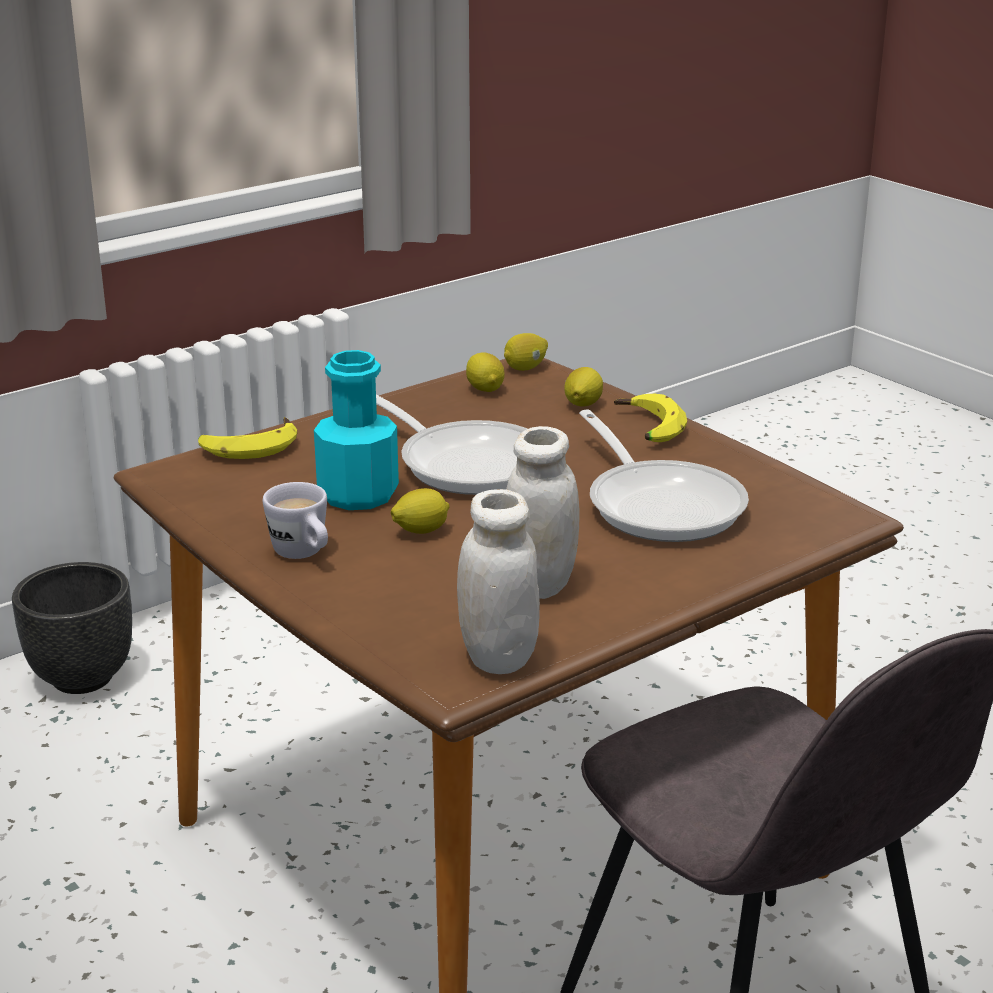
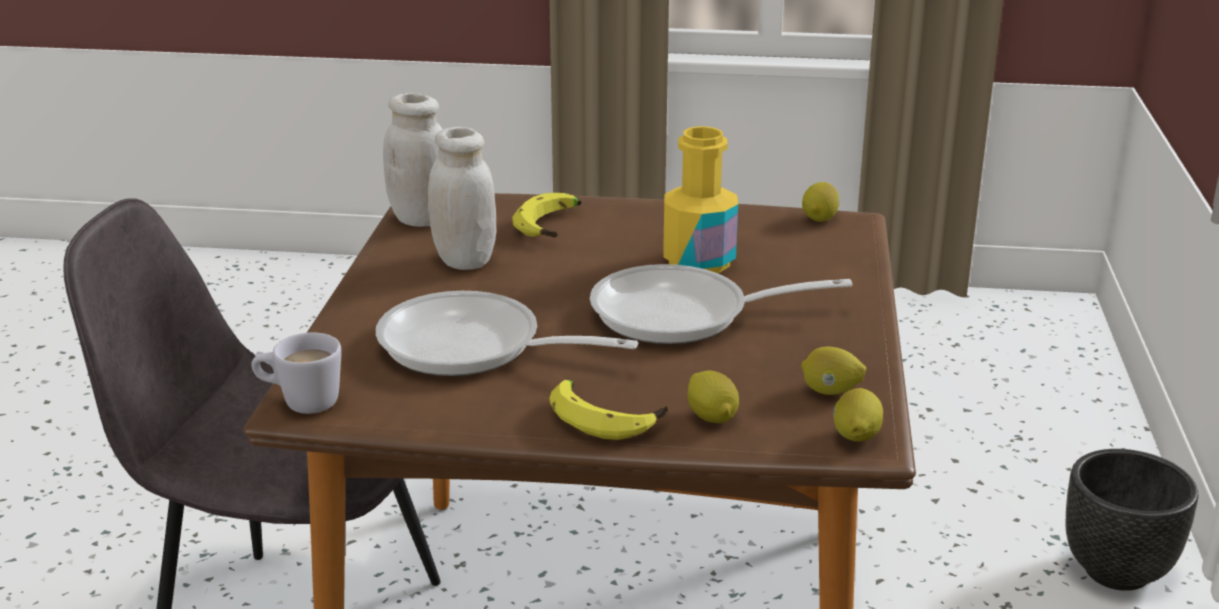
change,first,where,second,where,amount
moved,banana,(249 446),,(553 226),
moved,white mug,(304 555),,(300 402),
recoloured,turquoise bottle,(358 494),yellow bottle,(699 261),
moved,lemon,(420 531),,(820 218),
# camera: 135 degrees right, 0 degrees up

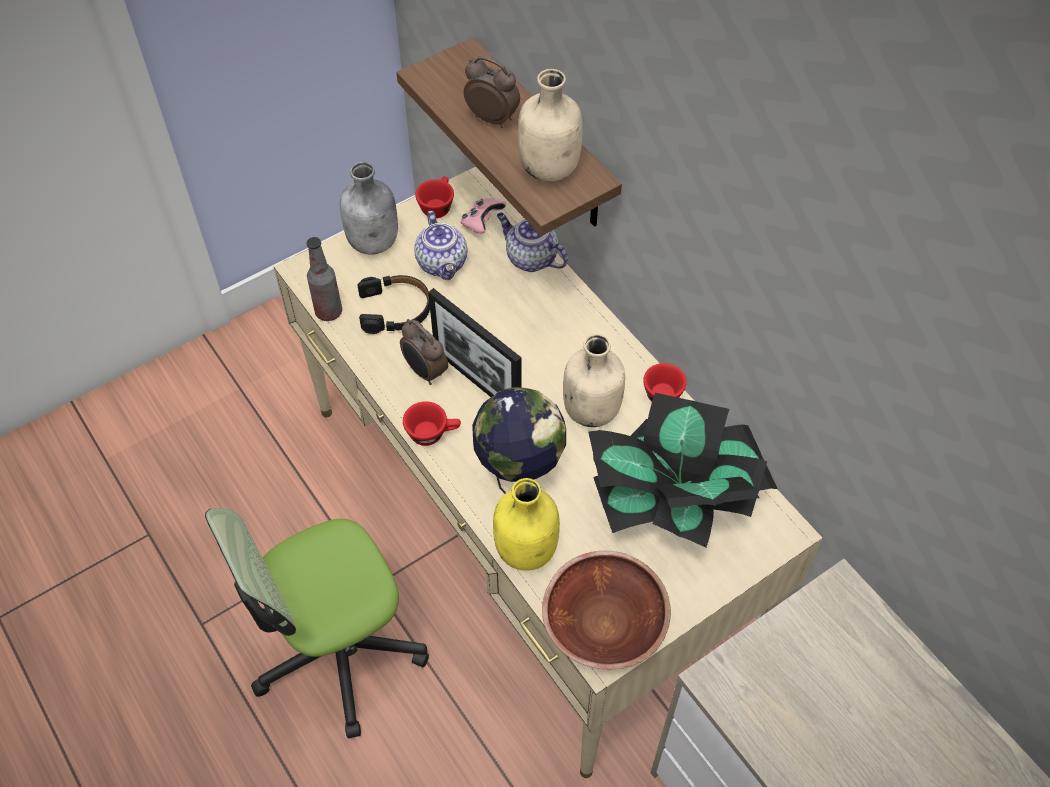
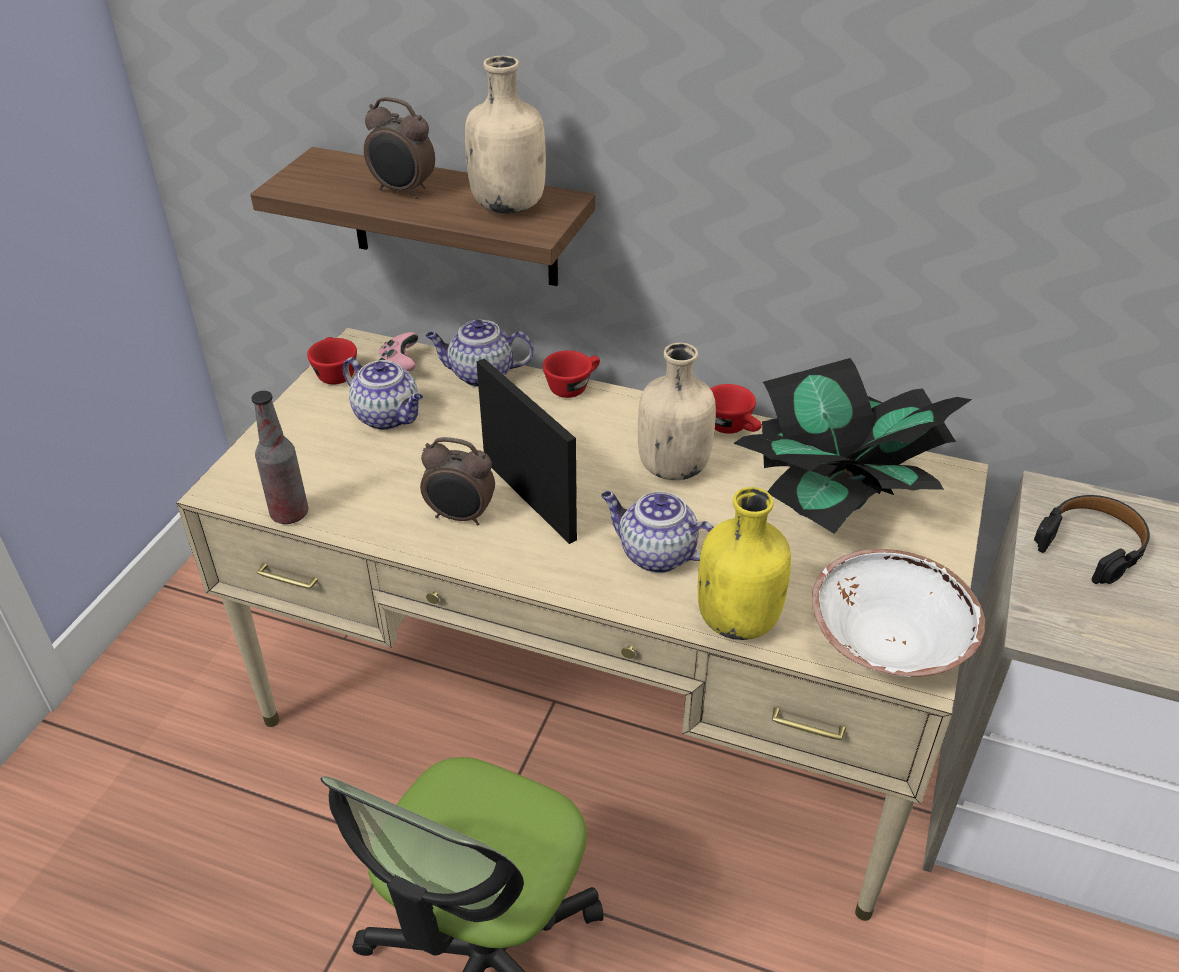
change,first,where,second,where,amount
removed,grey bottle,(374 242),,,
moved,black headphones,(395 310),,(1091 545),
moved,red cup,(433 433),,(573 386),
turned,picture frame,(477 382),,(528 499),135 degrees counterclockwise
turned,alarm clock,(492 118),,(403 191),150 degrees counterclockwise
replaced,globe,(519 471),teapot,(655 554),
recoloured,brown bowl,(605 623),white bowl,(887 642),
# camera: 35 degrees left, 15 degrees down

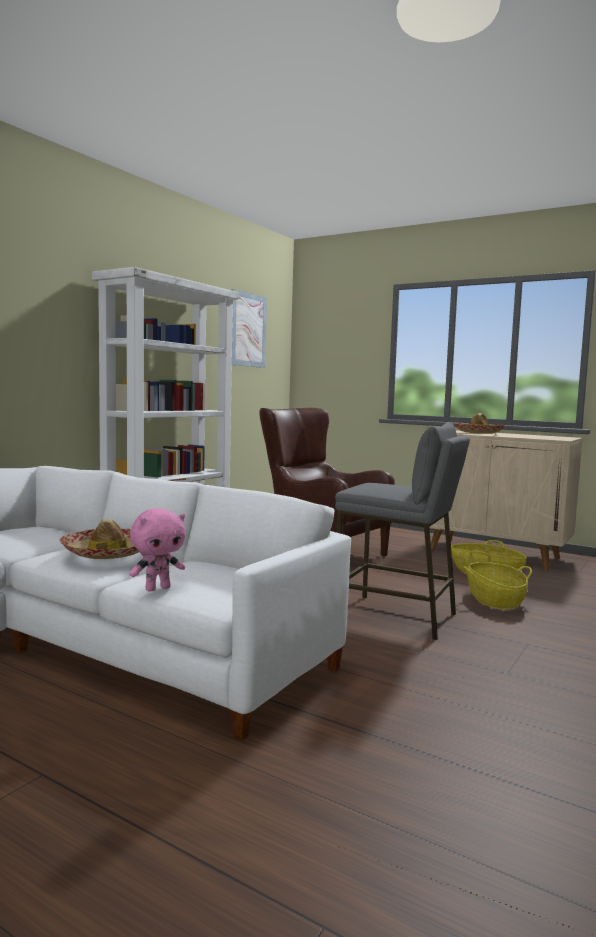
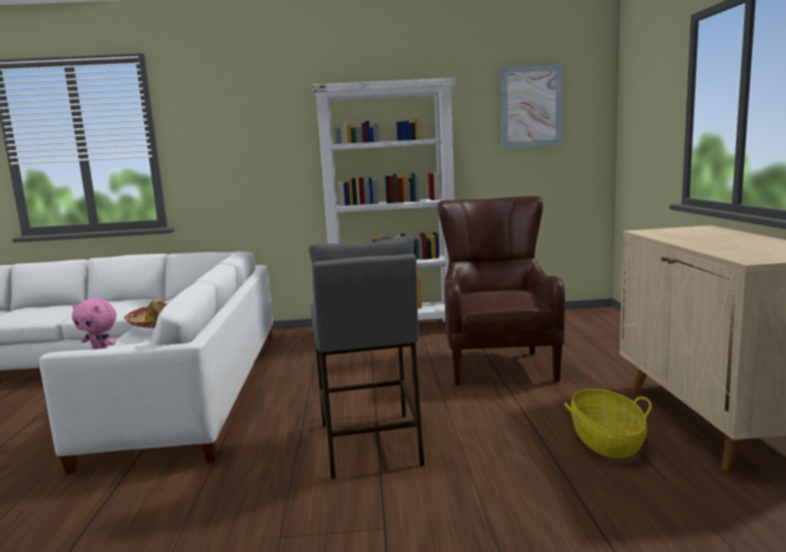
change,first,where,second,where,amount
removed,hat,(478 433),,,
removed,basket,(495 600),,,
# camera: 55 degrees right, 5 degrees up

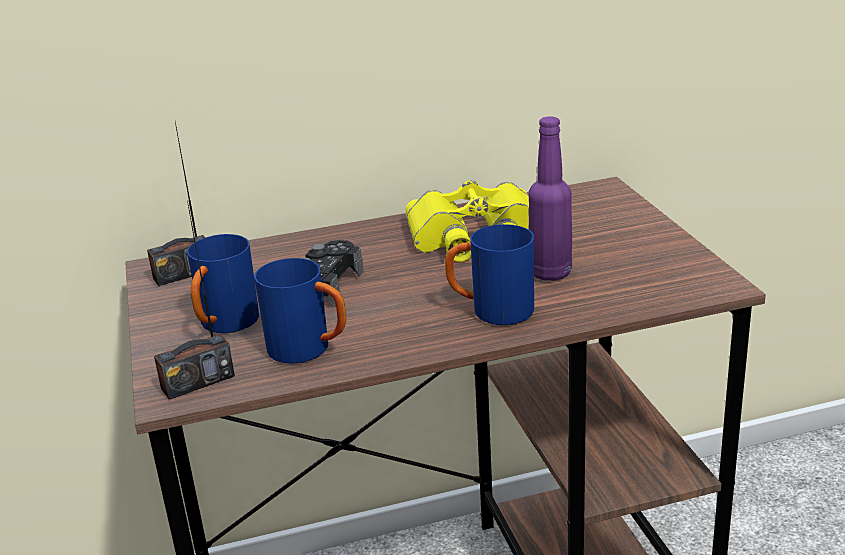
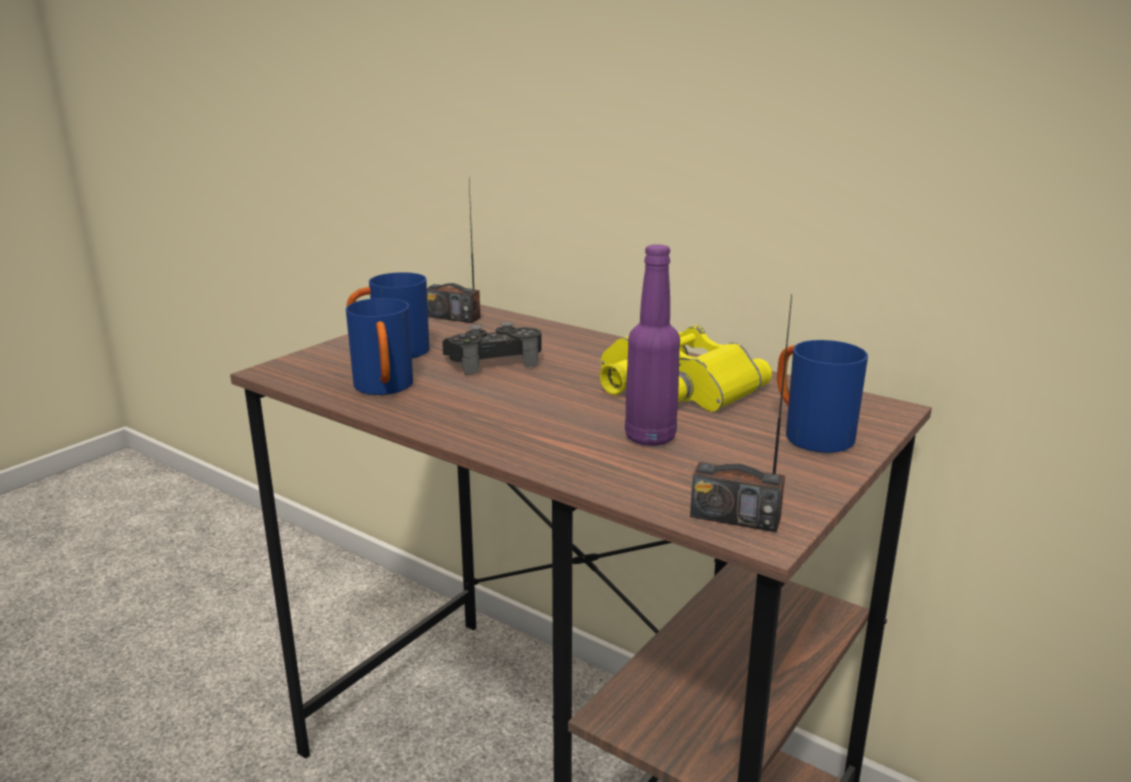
change,first,where,second,where,amount
moved,radio,(197 382),,(735 517),
moved,blue mug,(491 312),,(808 434),
# camera: 50 degrees right, 5 degrees down

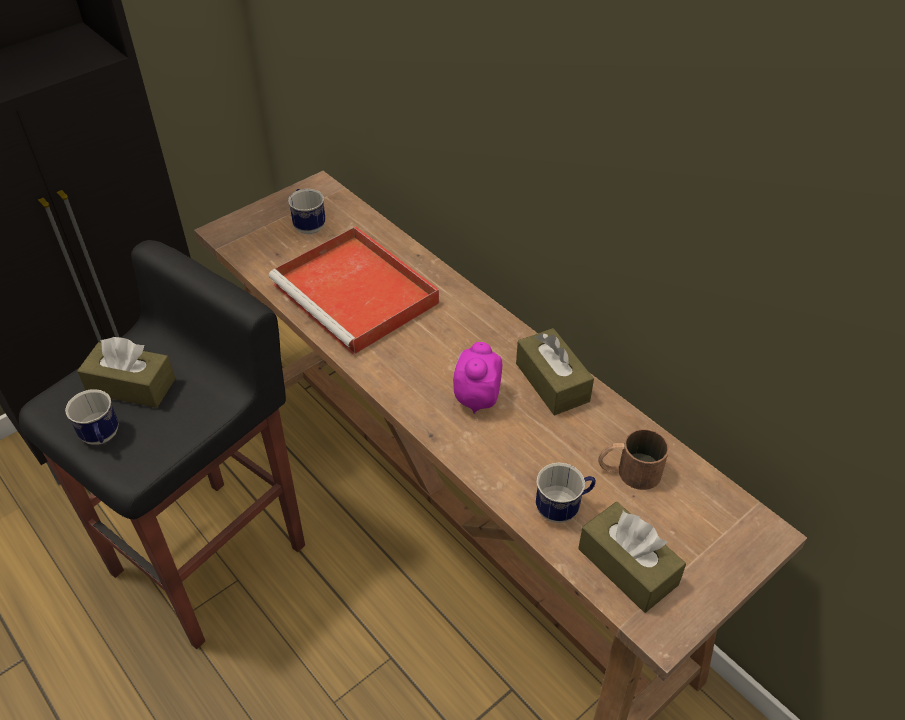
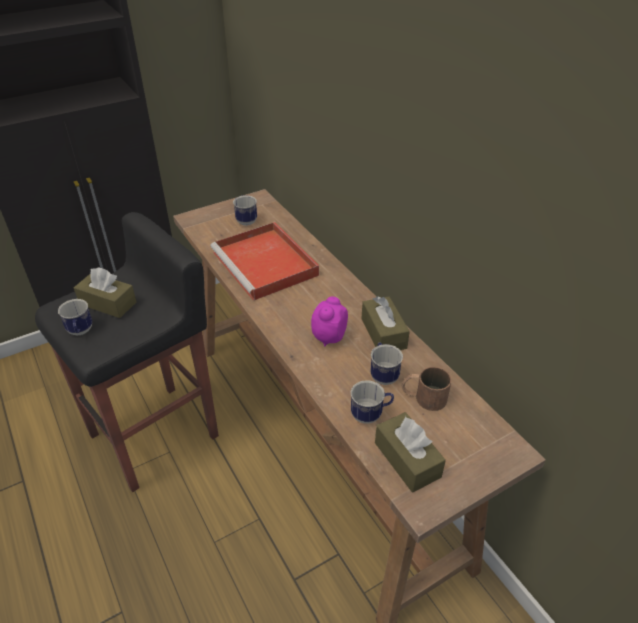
change,first,where,second,where,amount
added,,,mug,(383 374),
# camera: 10 degrees right, 5 degrees down

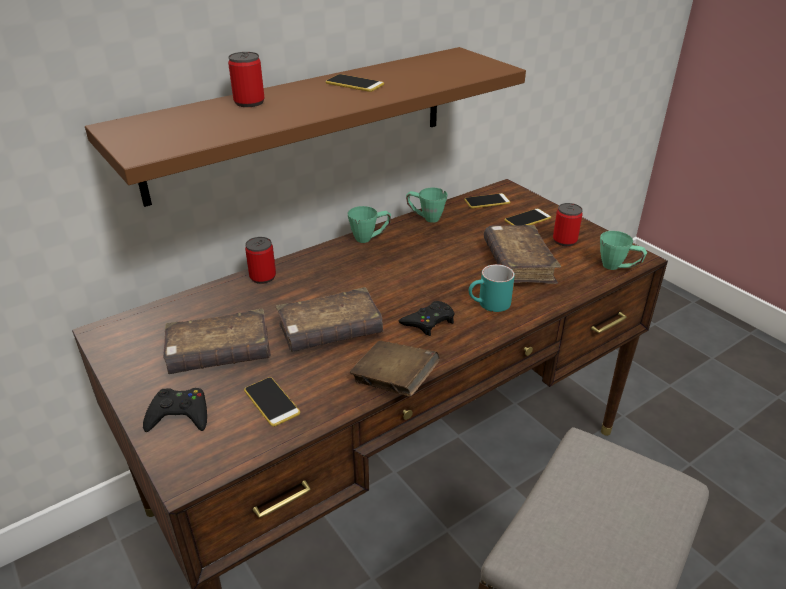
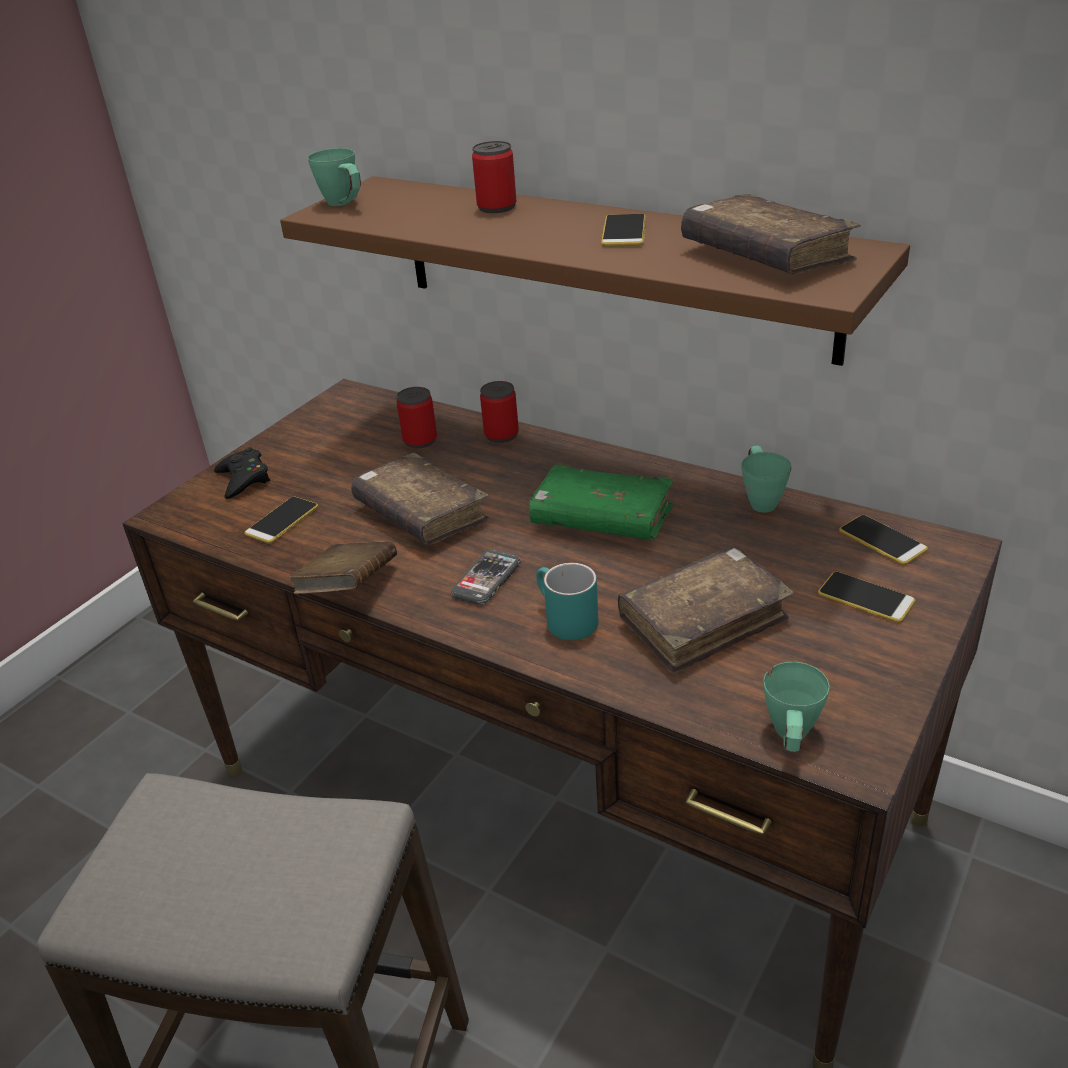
change,first,where,second,where,amount
moved,brown book,(219 353),,(765 256),
moved,green mug,(370 238),,(345 204),
replaced,black game controller,(429 322),phone,(486 579),
moved,can,(564 240),,(420 440),
added,,,green book,(601 519),
# camera: 70 degrees right, 0 degrees up

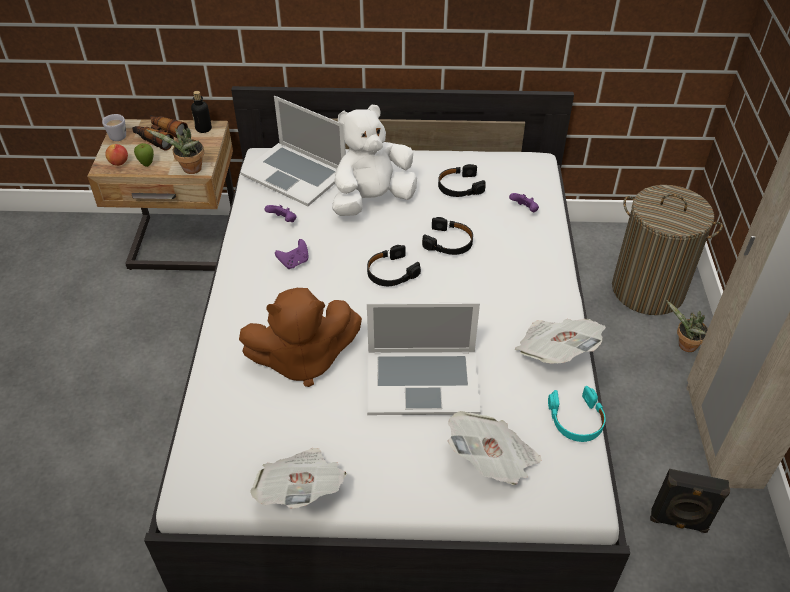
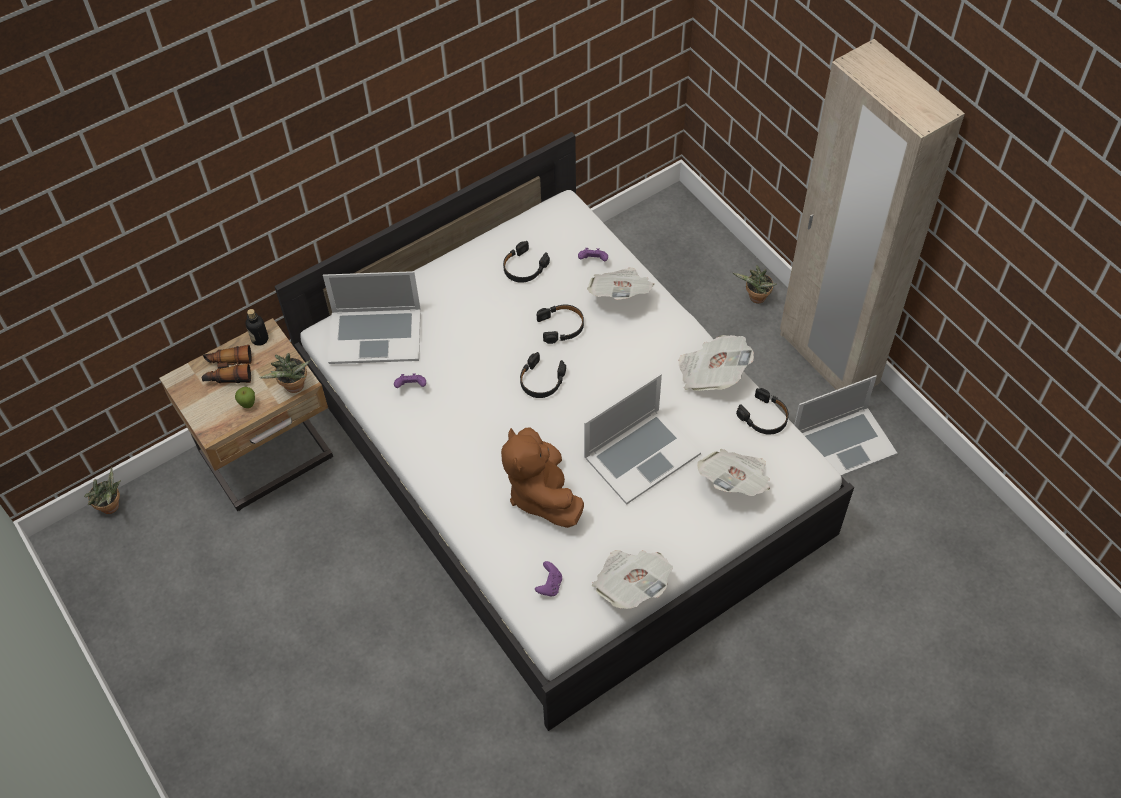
change,first,where,second,where,amount
removed,white mug,(115 135),,,
removed,apple,(119 163),,,
turned,brown plush toy,(303 360),,(541 494),120 degrees clockwise
moved,purple game controller,(294 262),,(549 585),
removed,white plush toy,(372 200),,,
recoloured,turquoise headphones,(576 420),black headphones,(764 417),
removed,laundry basket,(648 289),,,
replaced,black speaker,(678 522),laptop,(843 444),
added,,,potted plant,(112 507),
added,,,newspaper,(620 294),
# camera: 35 degrees left, 10 degrees up

